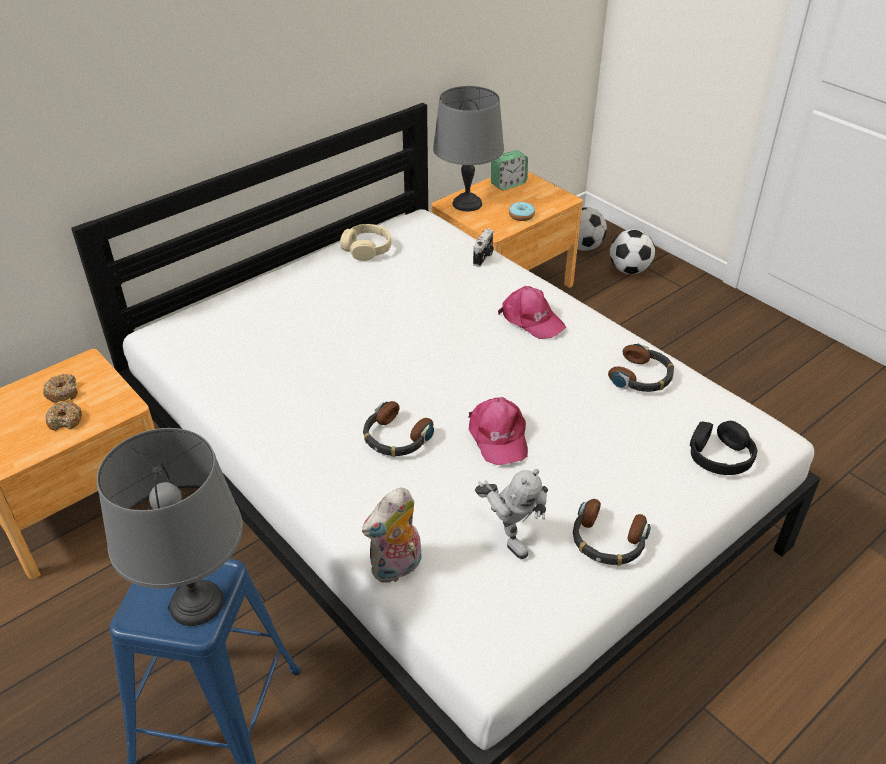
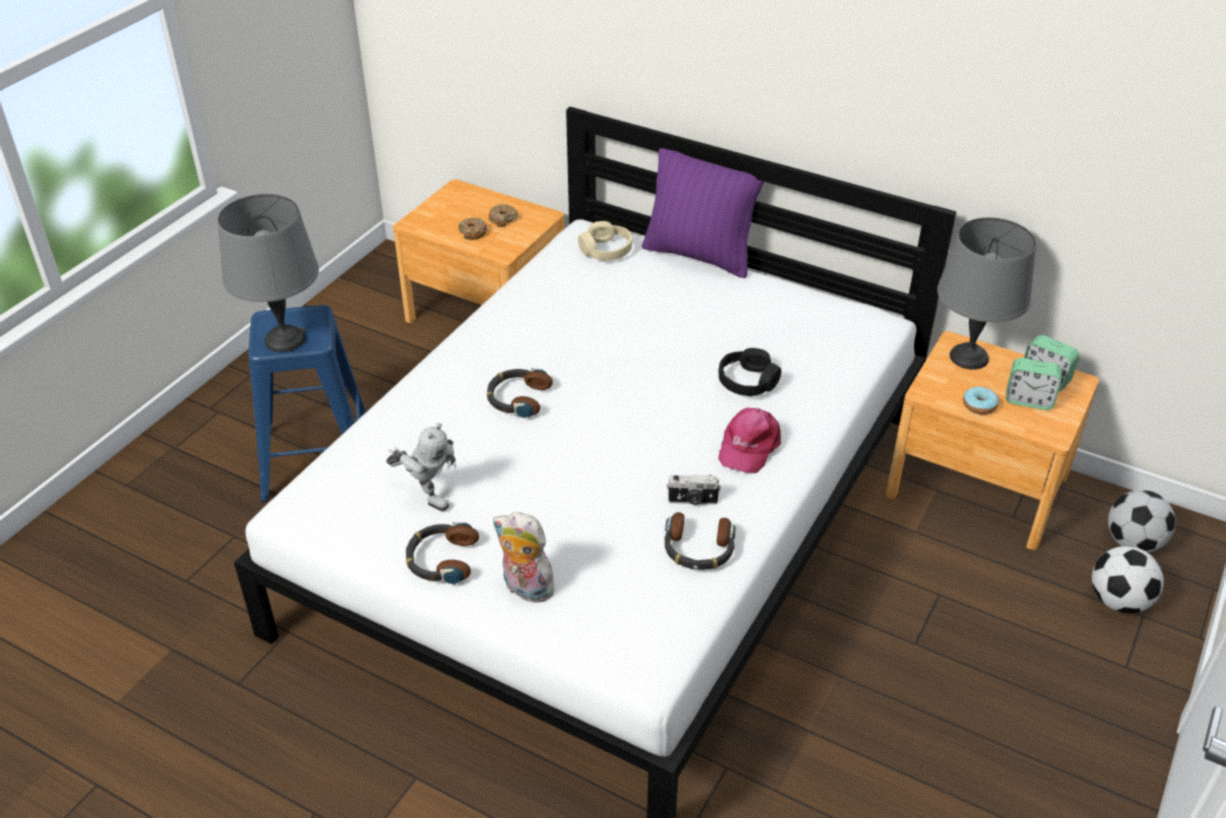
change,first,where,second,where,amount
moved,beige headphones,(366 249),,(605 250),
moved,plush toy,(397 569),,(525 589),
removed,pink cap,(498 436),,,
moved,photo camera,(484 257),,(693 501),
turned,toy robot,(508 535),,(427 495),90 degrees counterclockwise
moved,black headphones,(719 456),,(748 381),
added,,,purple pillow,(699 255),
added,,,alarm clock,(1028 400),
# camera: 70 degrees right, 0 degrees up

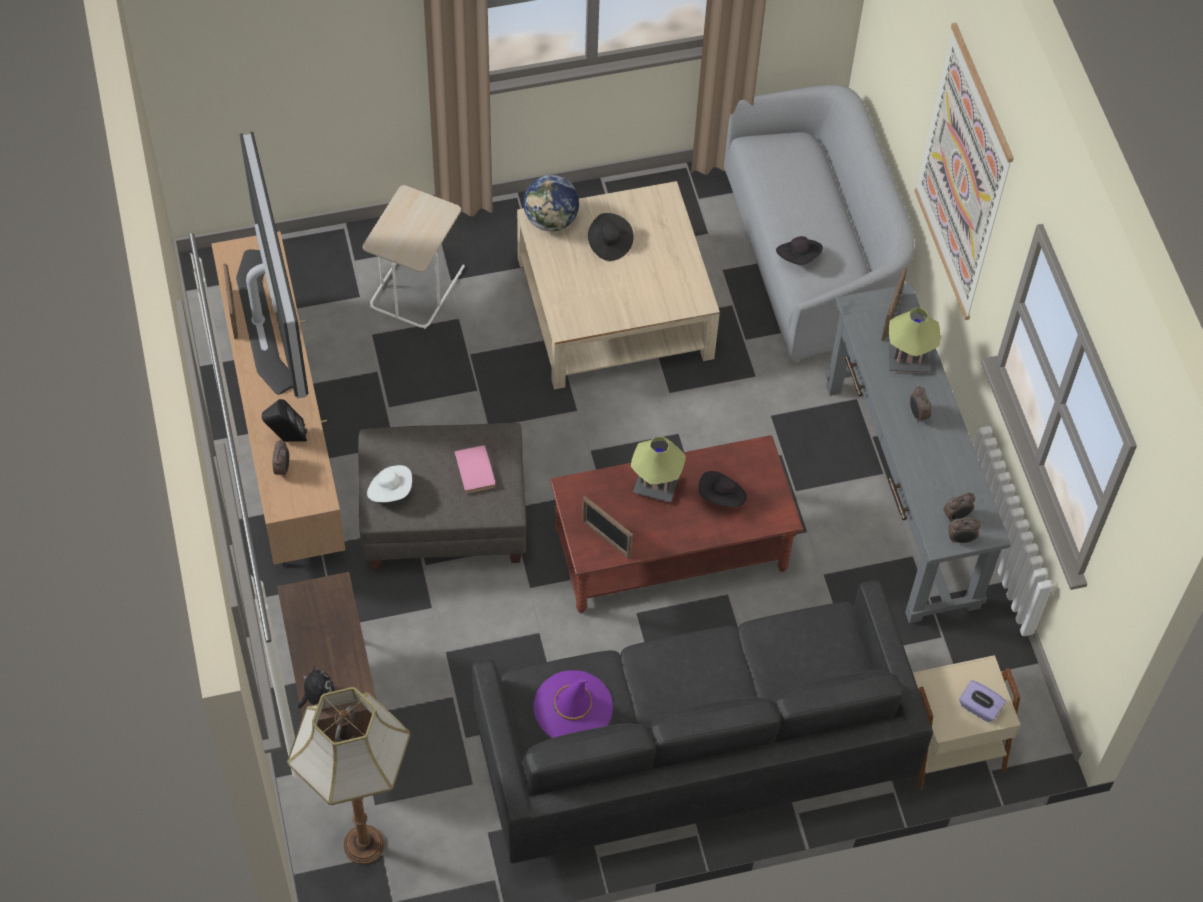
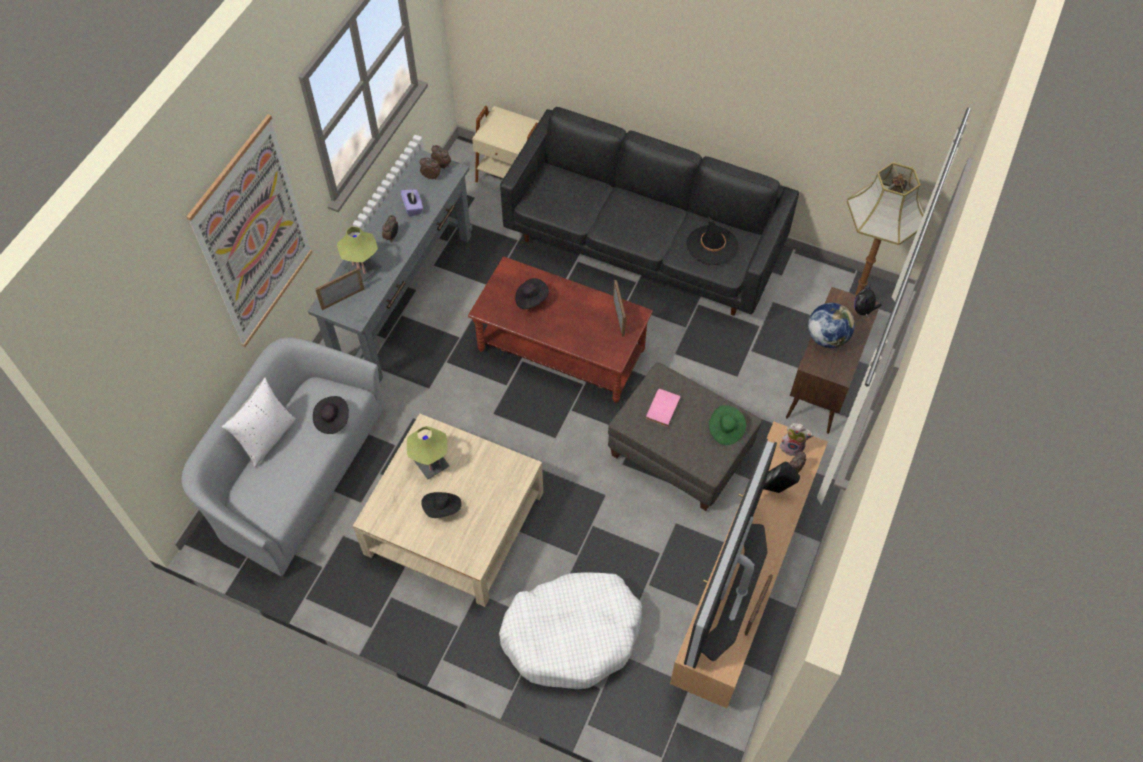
change,first,where,second,where,amount
replaced,beige side table,(416 285),white dog bed,(572 634),
recoloured,white hat,(390 490),green hat,(725 430),
moved,globe,(551 220),,(827 337),
recoloured,purple hat,(573 707),black hat,(712 245),
moved,table lamp,(656 486),,(430 463),
moved,purple tissue box,(979 708),,(413 207),
added,,,white pillow,(267 438),
added,,,plush toy,(792 447),
# camera: 140 degrees left, 0 degrees up

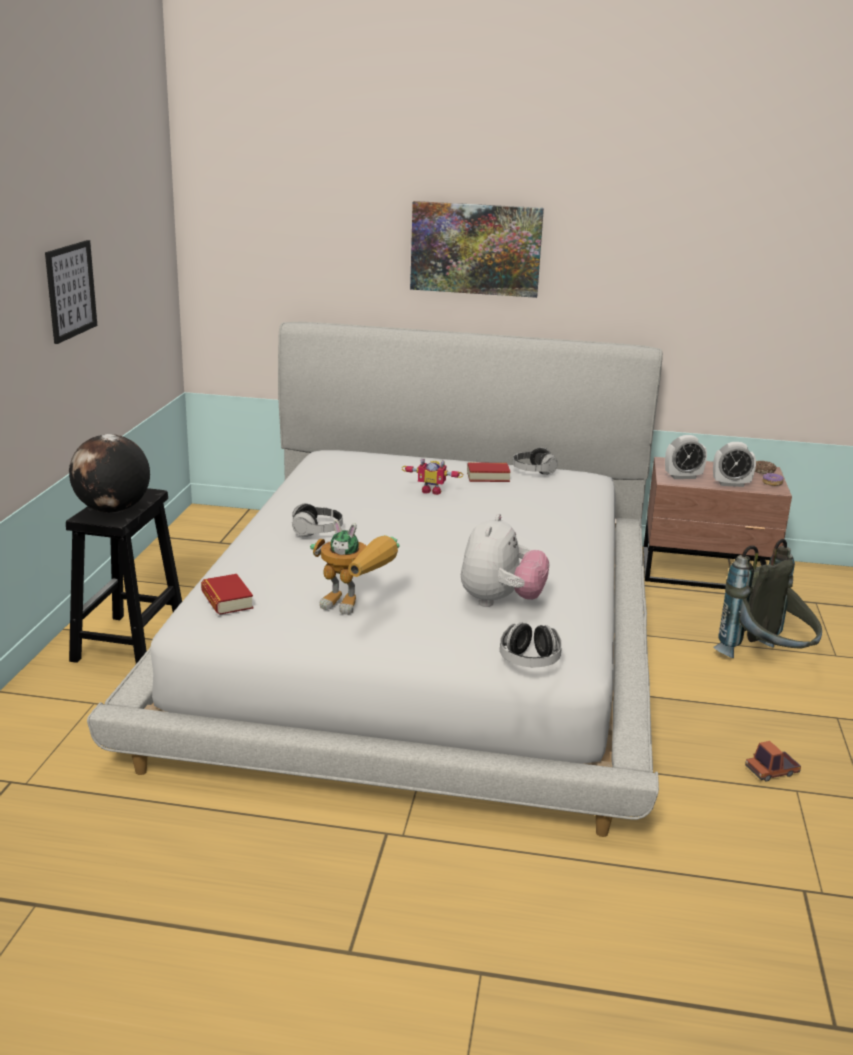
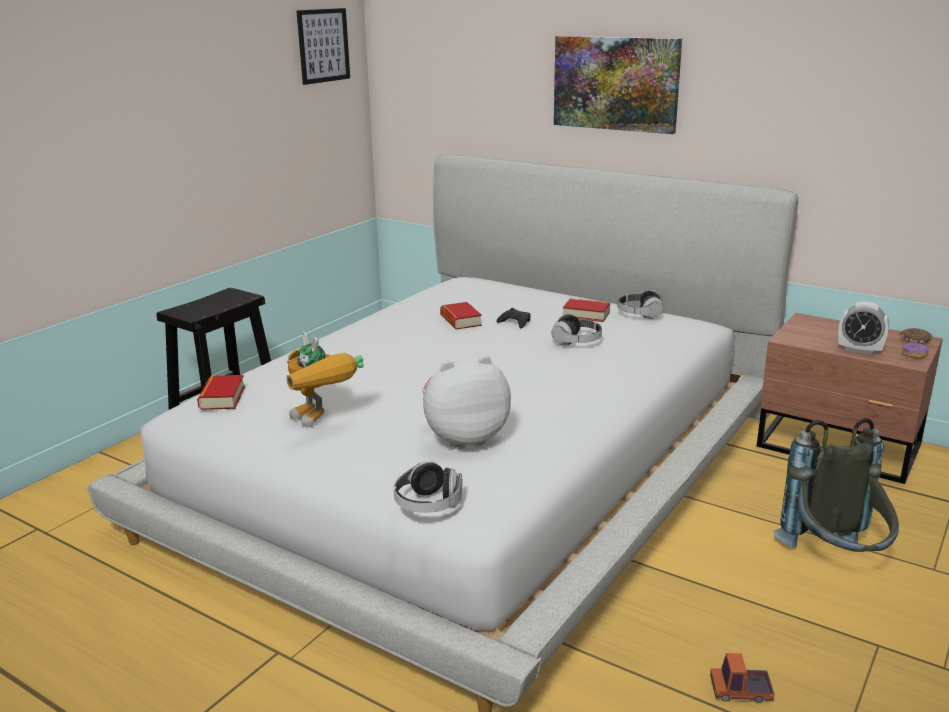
change,first,where,second,where,amount
moved,picture,(70 290),,(323 45),
removed,globe,(112 510),,,
moved,headphones,(317 531),,(576 342),
replaced,toy robot,(432 491),black game controller,(515 322),
turned,plush toy,(500 602),,(464 438),150 degrees counterclockwise
removed,alarm clock,(683 477),,,
added,,,book,(460 320),
# camera: 25 degrees right, 0 degrees up

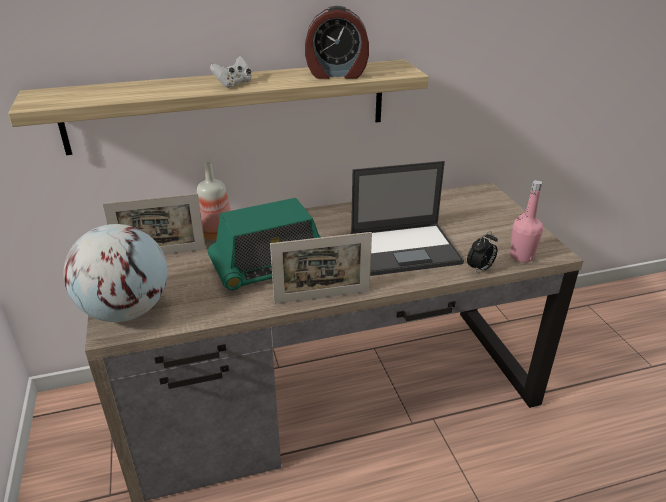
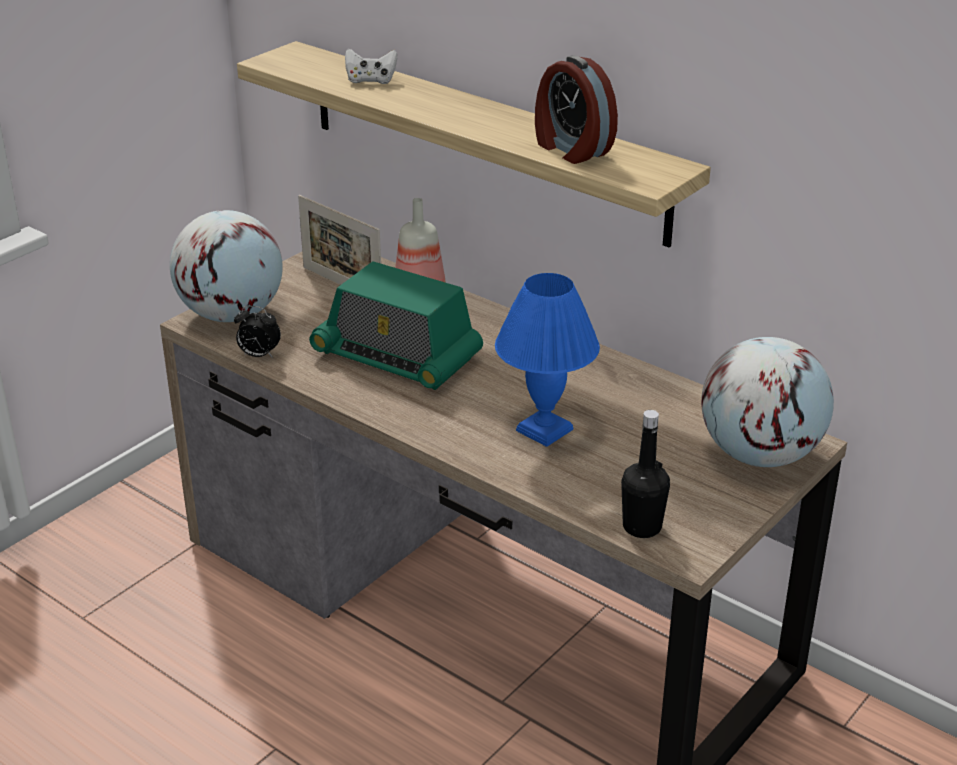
change,first,where,second,where,amount
moved,white game controller,(233 84),,(371 81),
removed,picture frame,(322 297),,,
replaced,laptop,(406 248),blue table lamp,(546 430),
moved,alarm clock,(480 269),,(258 355),
recoloured,pink bottle,(521 256),black bottle,(642 527),
added,,,globe,(759 455),
# camera: 55 degrees right, 0 degrees up

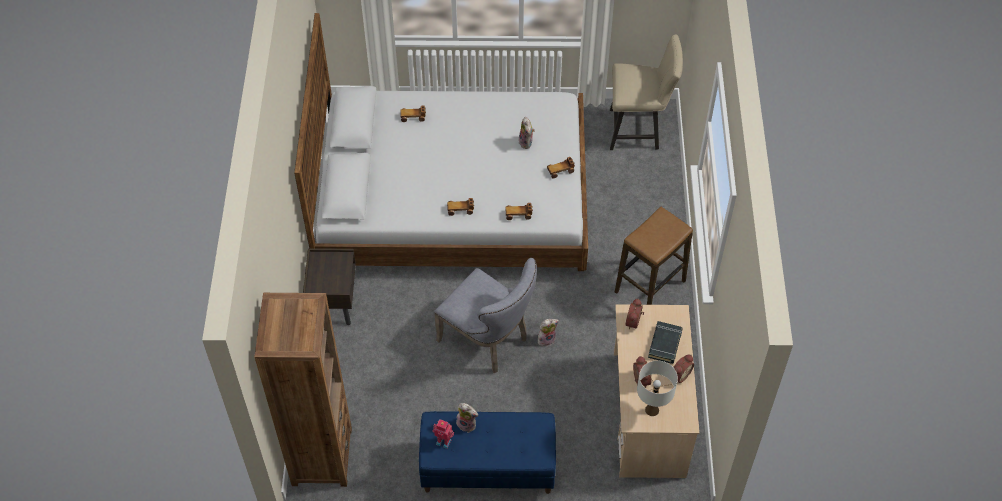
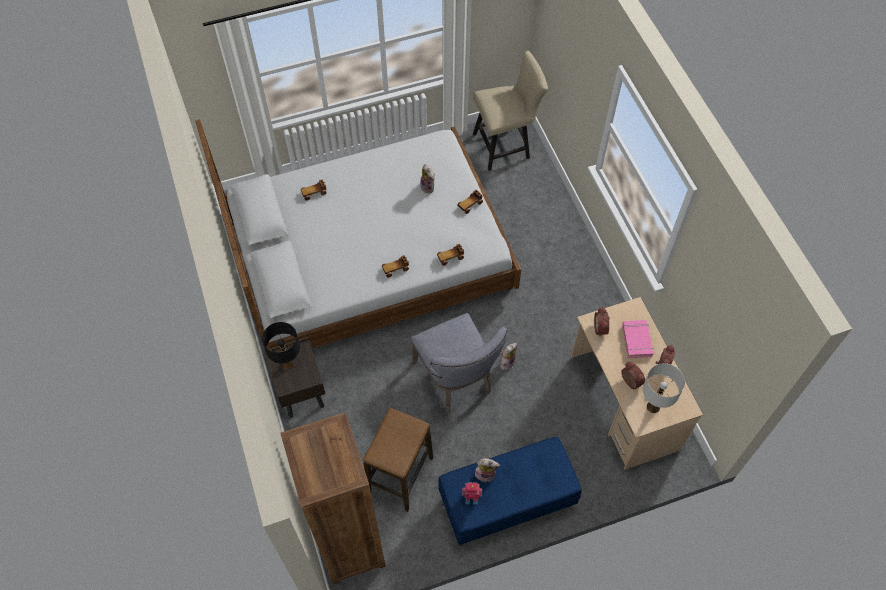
change,first,where,second,where,amount
turned,grey chair,(488 340),,(456 380),45 degrees clockwise
moved,stool,(650 286),,(400 475),
recoloured,black book,(665 344),pink book,(637 340),
added,,,black table lamp,(288 364),
# camera: 20 degrees left, 5 degrees up

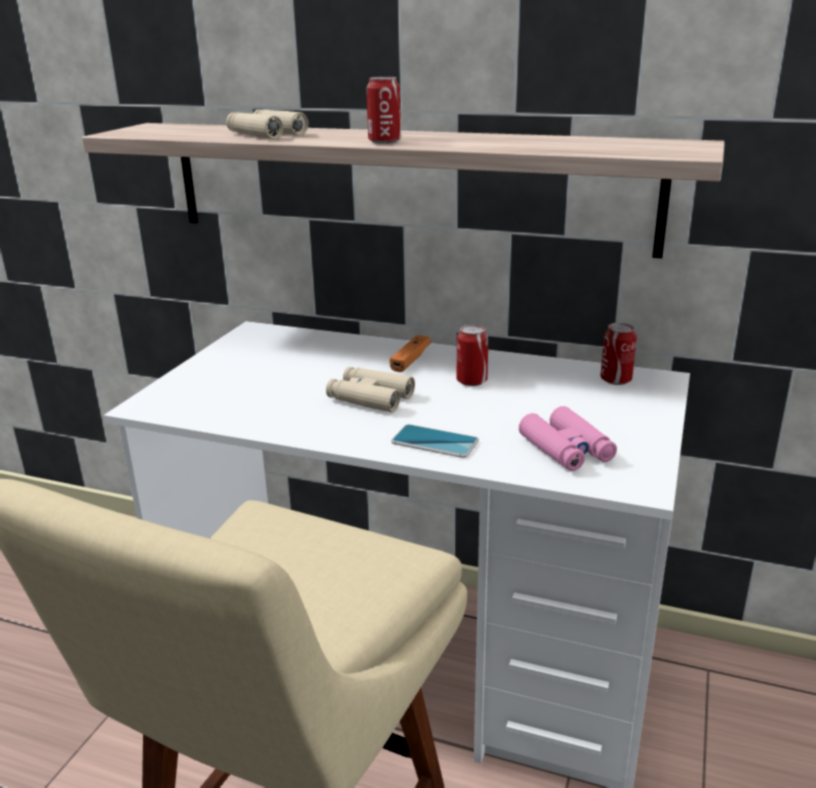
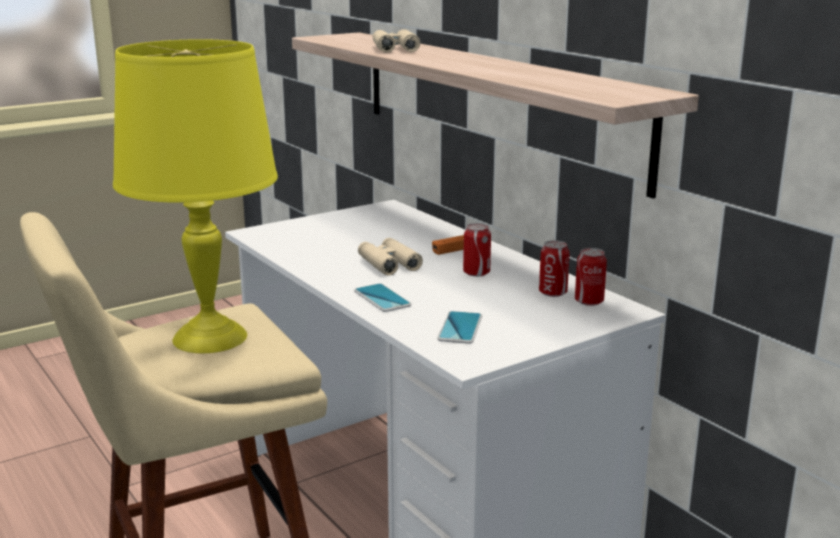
change,first,where,second,where,amount
moved,can,(384 141),,(553 293),
replaced,pink binoculars,(566 449),phone,(460 328),
added,,,yellow table lamp,(211 337),
# camera: 35 degrees right, 5 degrees down

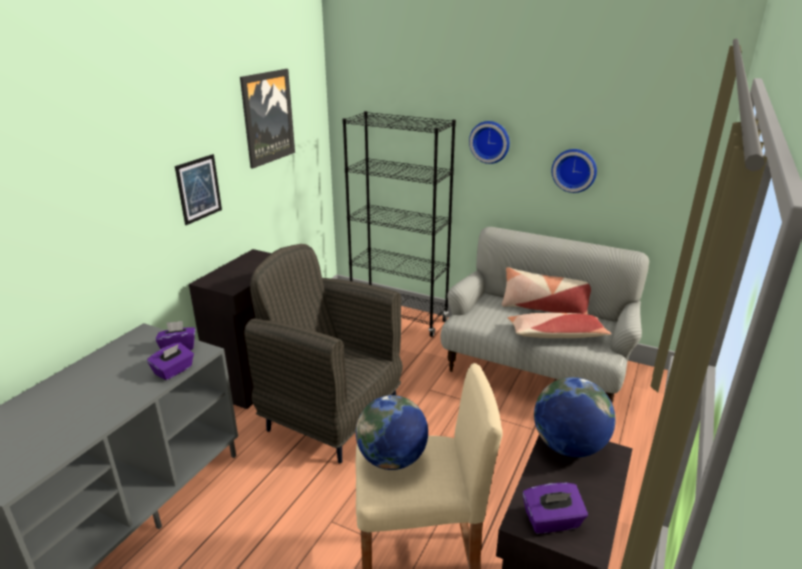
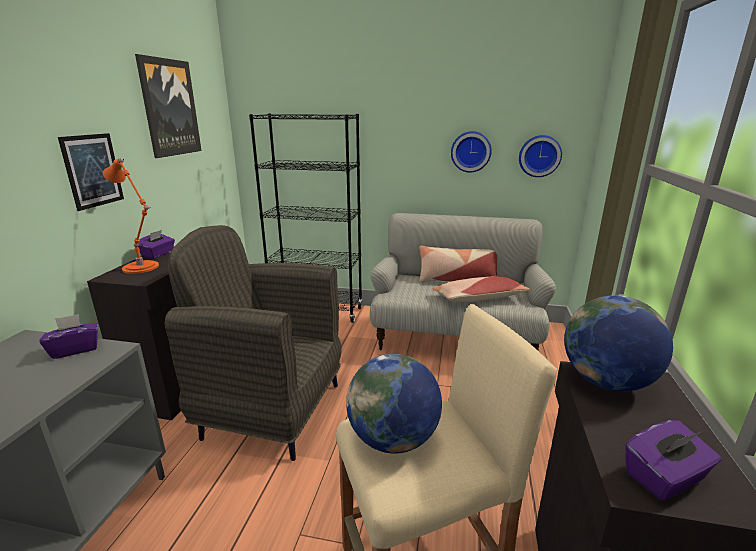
change,first,where,second,where,amount
moved,purple tissue box,(174 371),,(158 254),
moved,wall clock,(490 141),,(539 156),
added,,,orange table lamp,(142 268),
# camera: 15 degrees left, 5 degrees down

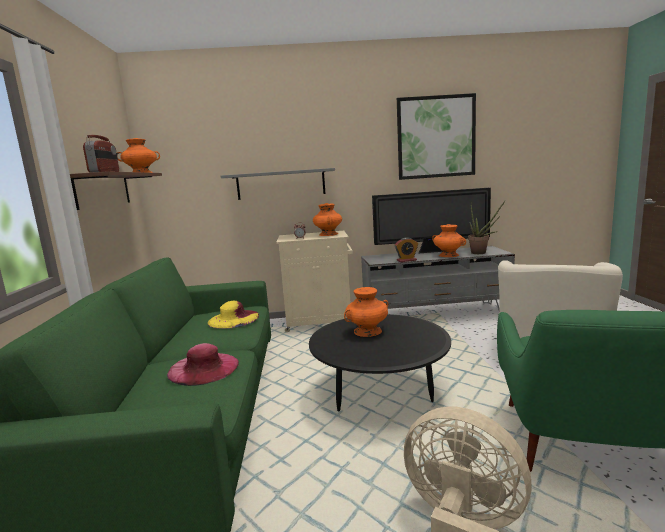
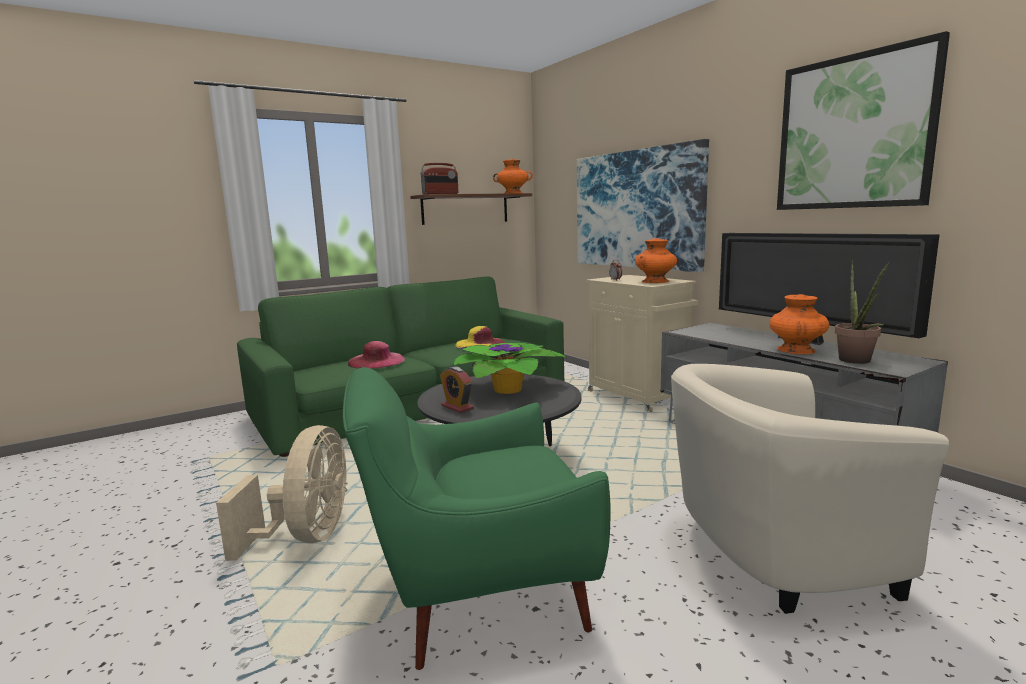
change,first,where,second,where,amount
replaced,grey shelf,(281 184),picture,(636 209),
replaced,orange vase,(368 331),potted plant,(509 388),
moved,alarm clock,(406 260),,(457 407),
# camera: 60 degrees right, 0 degrees up

